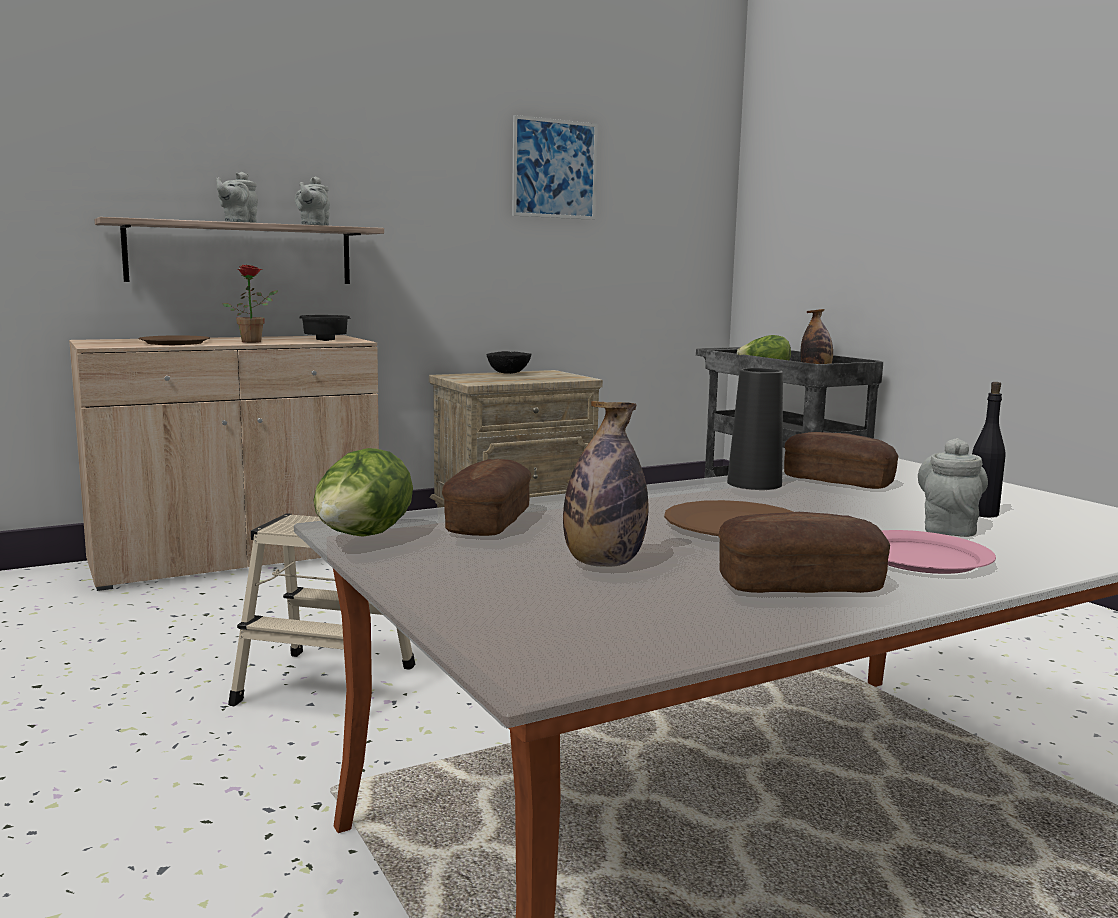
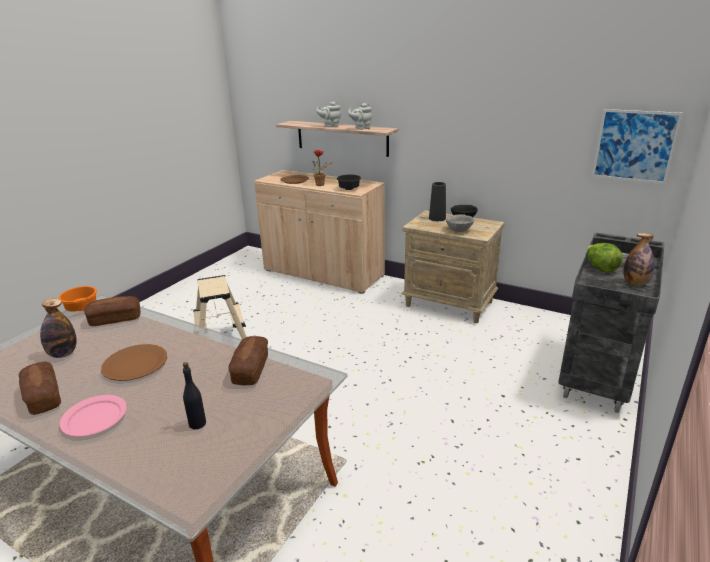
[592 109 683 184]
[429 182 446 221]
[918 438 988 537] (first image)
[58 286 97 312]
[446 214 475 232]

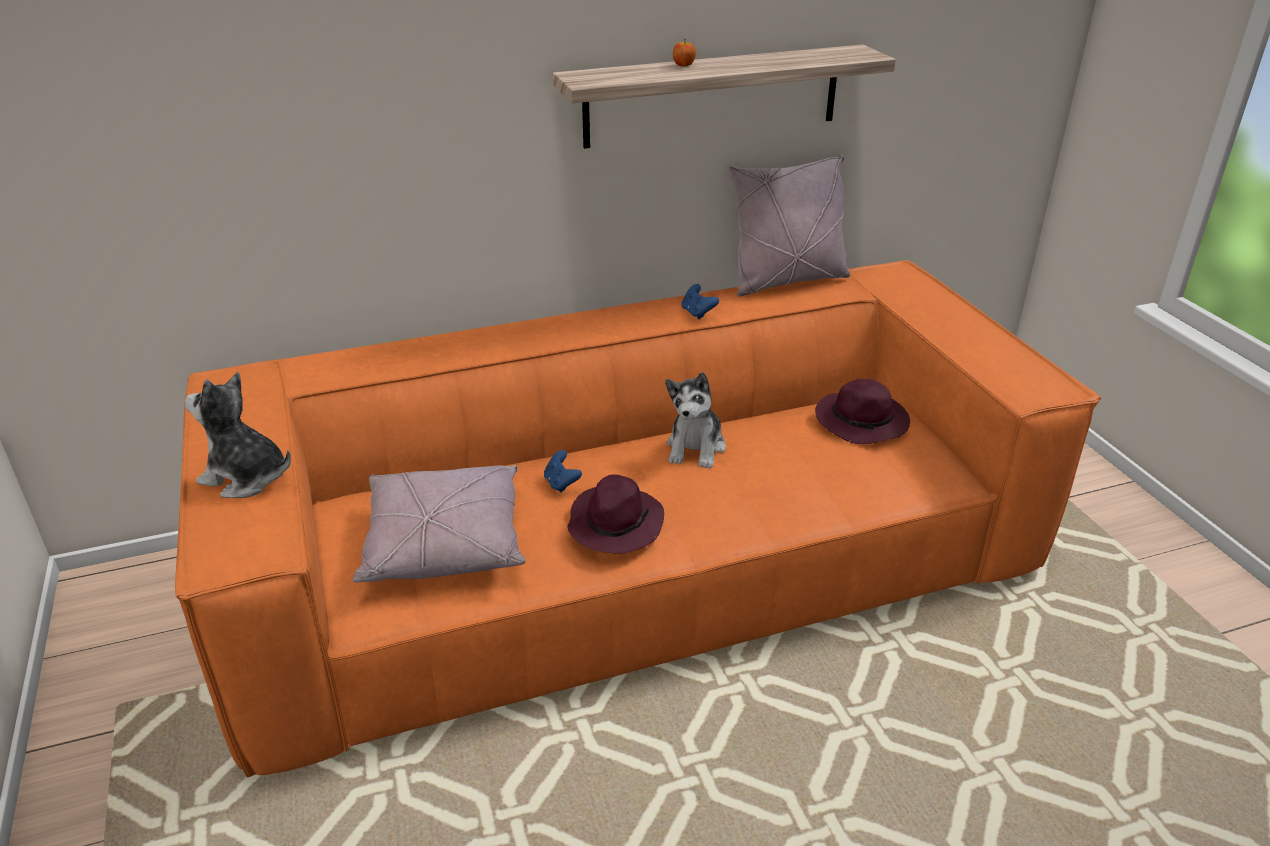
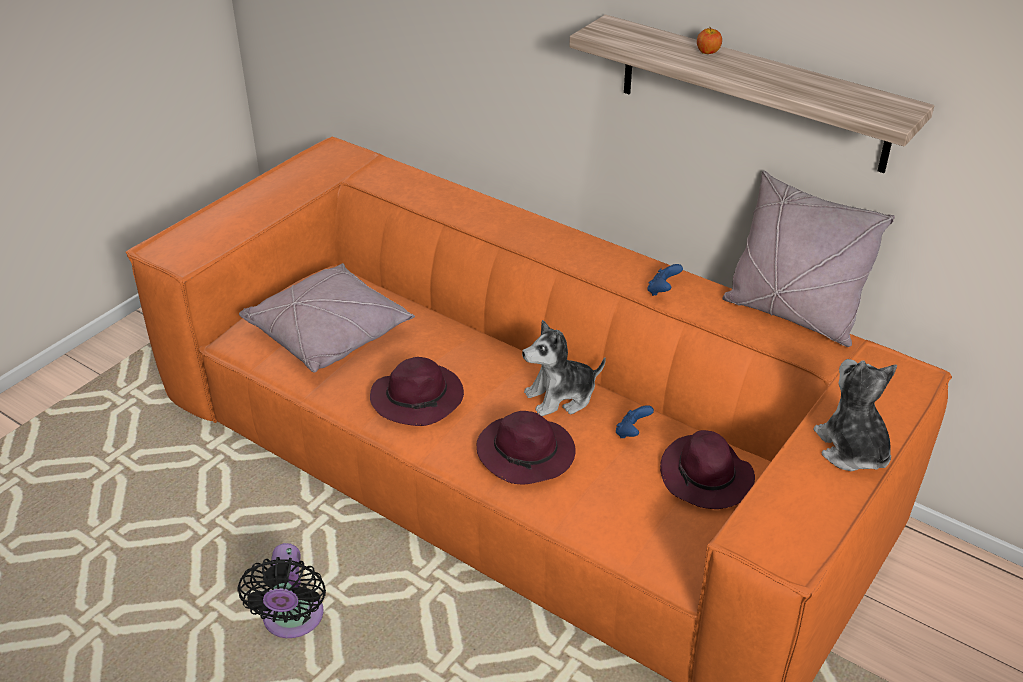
[814 359 897 471]
[616 405 654 438]
[477 411 576 485]
[237 543 326 638]

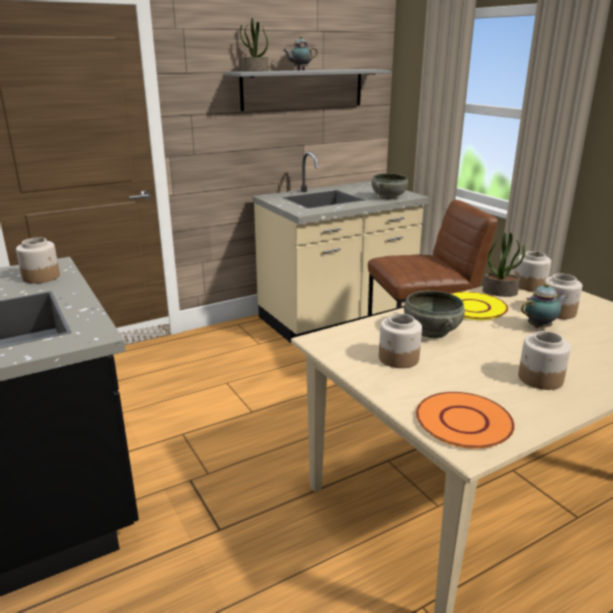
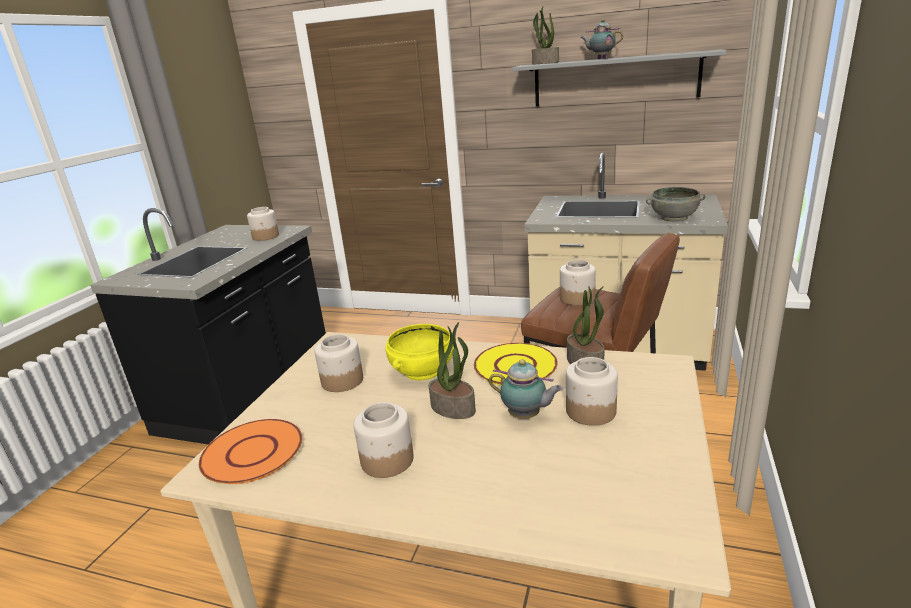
[560 260 596 306]
[385 324 454 380]
[429 322 476 419]

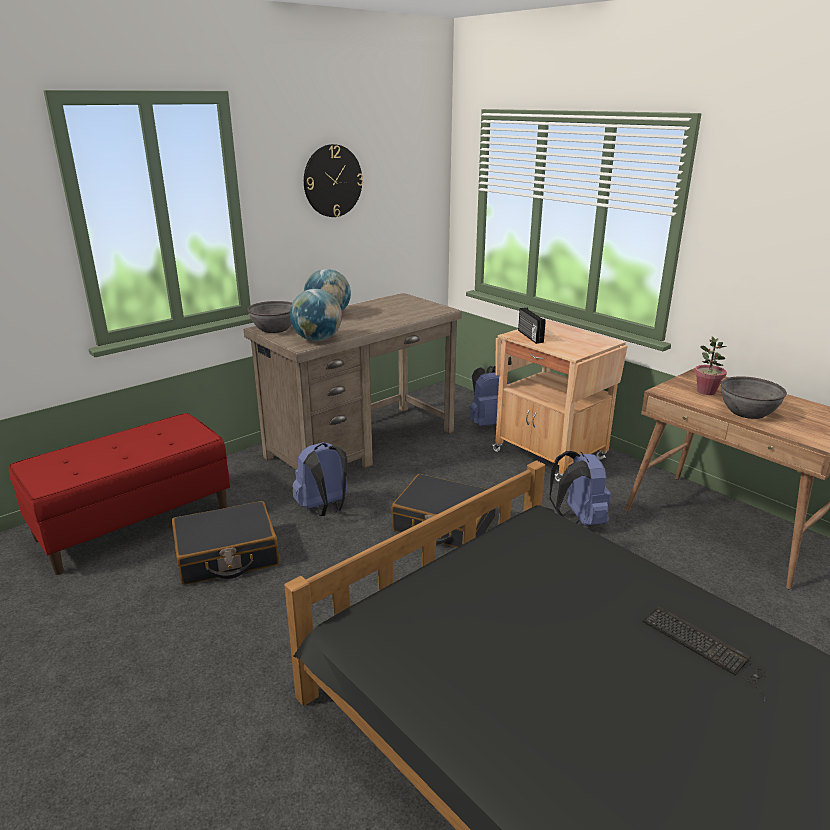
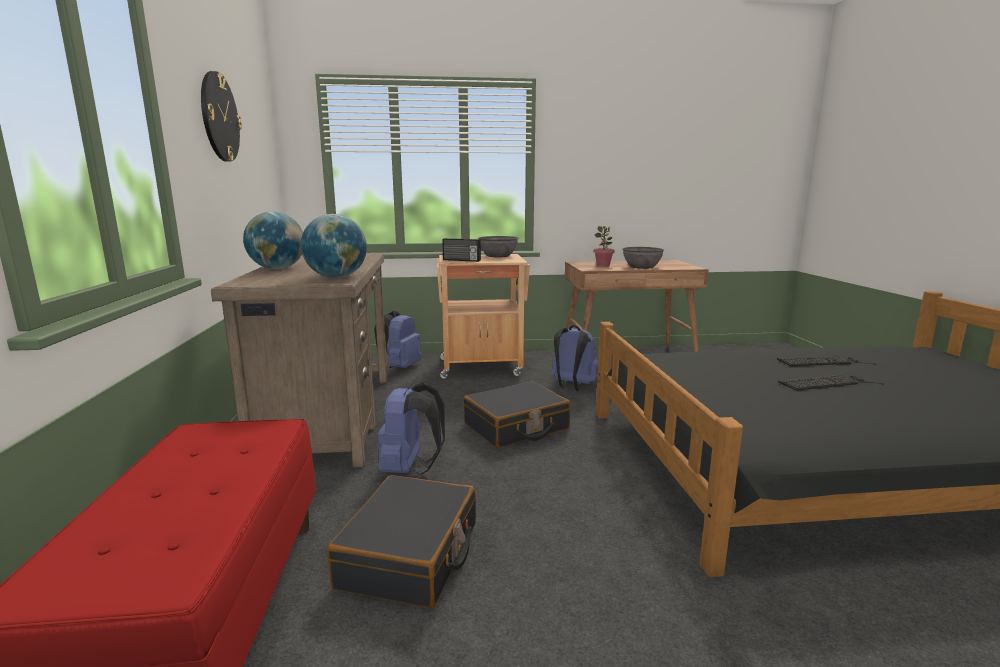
[478 236 518 257]
[778 374 884 391]

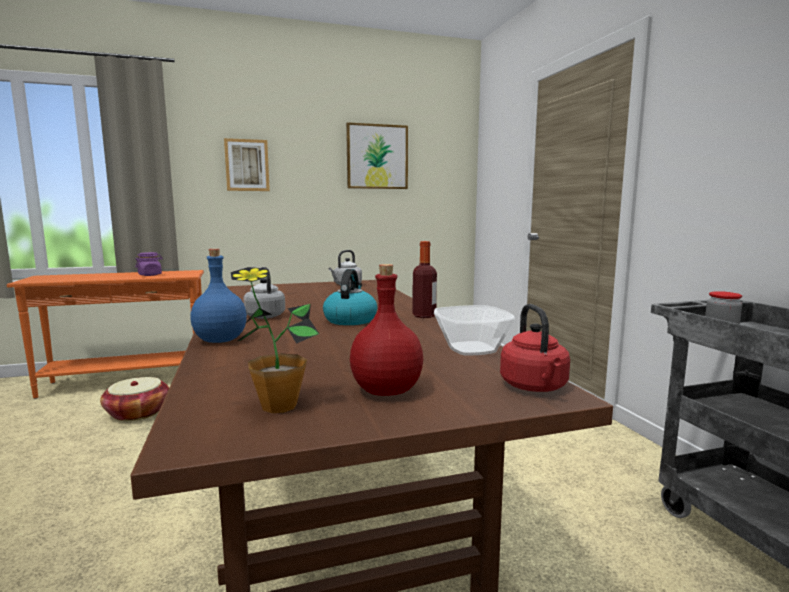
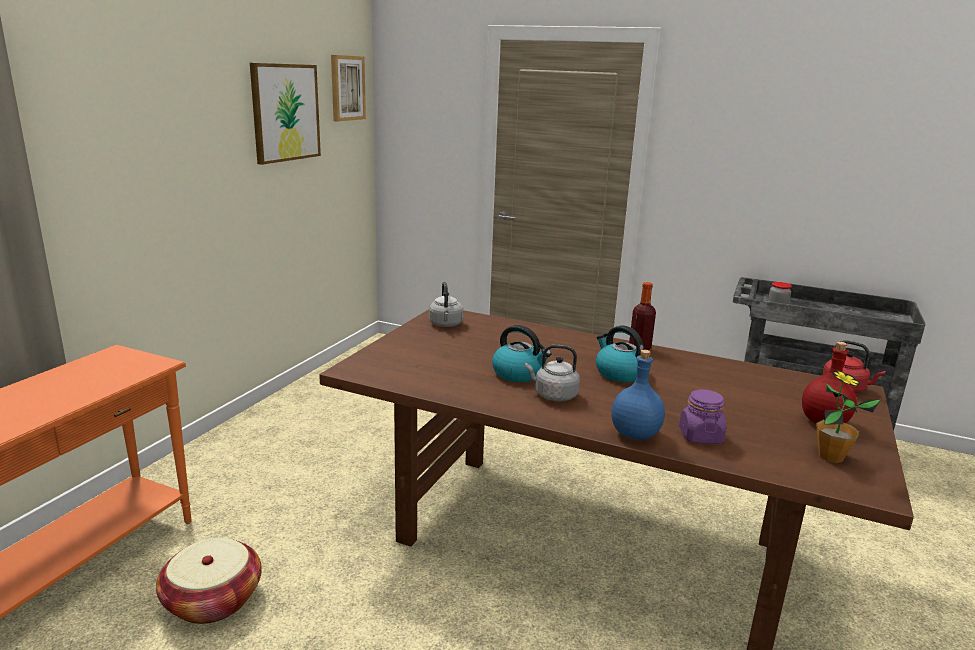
[331 55 366 122]
[679 389 726 444]
[434 305 515 356] (first image)
[492 325 551 382]

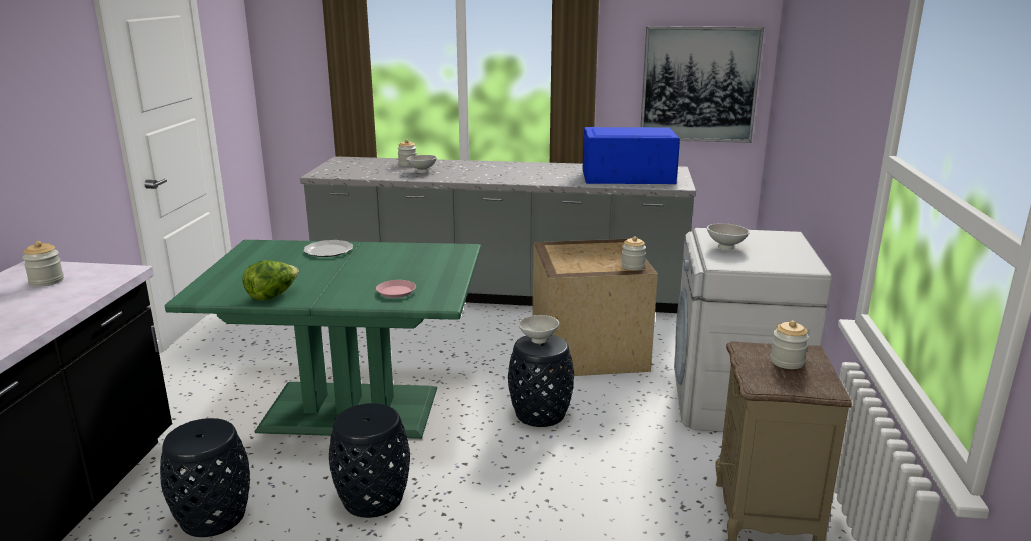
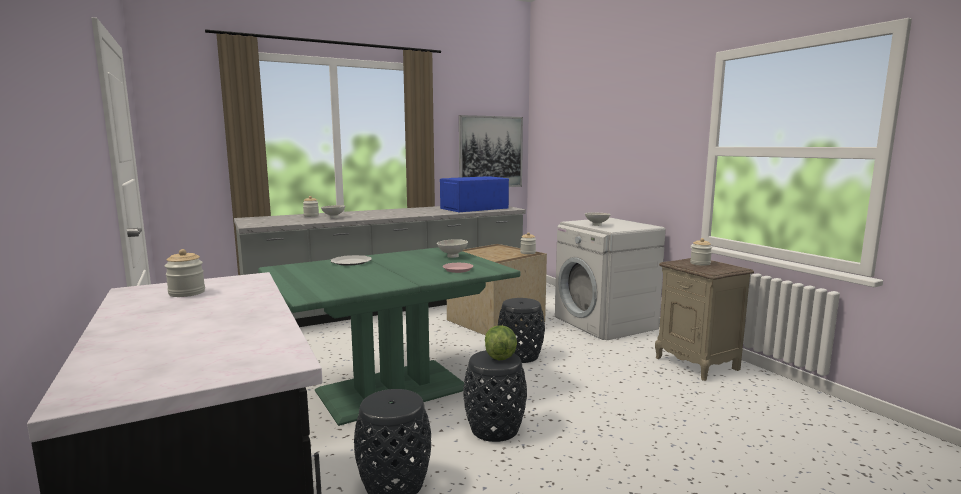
[485 325 517 360]
[437 239 468 258]

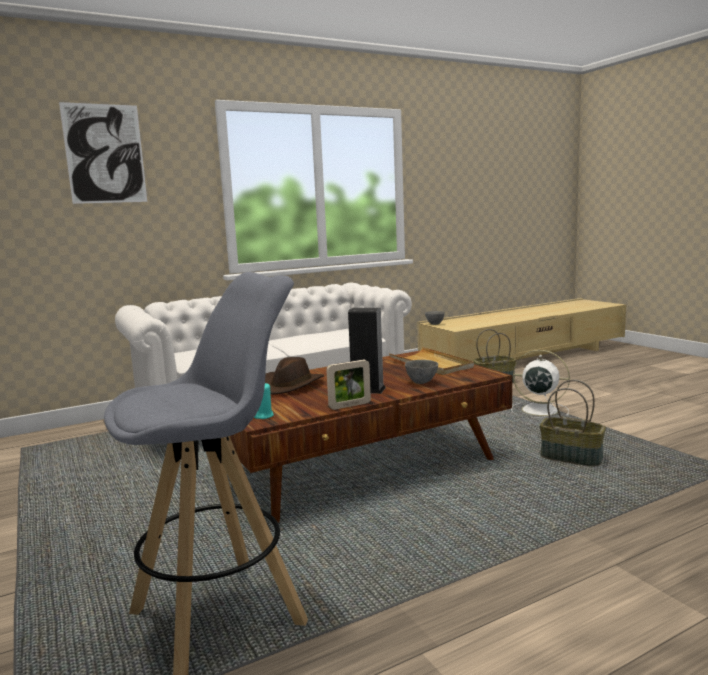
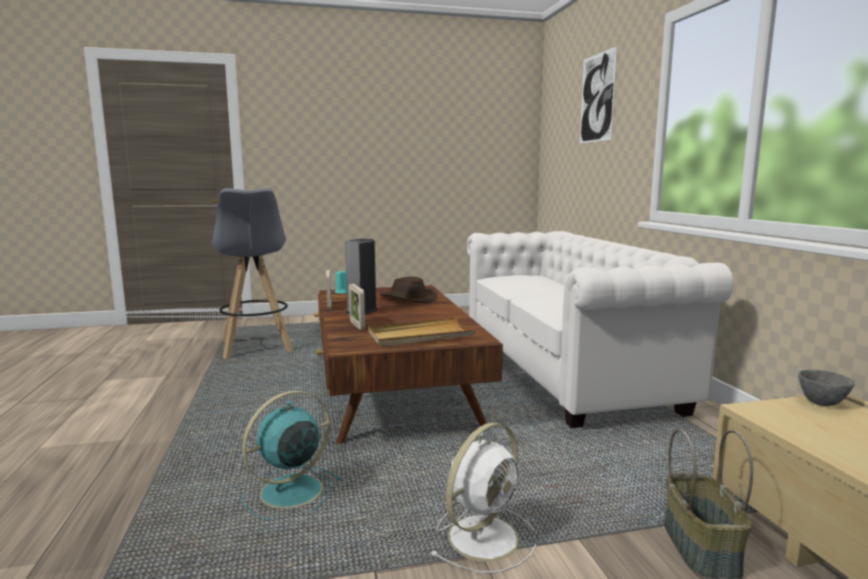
[349 284 365 330]
[242 390 342 520]

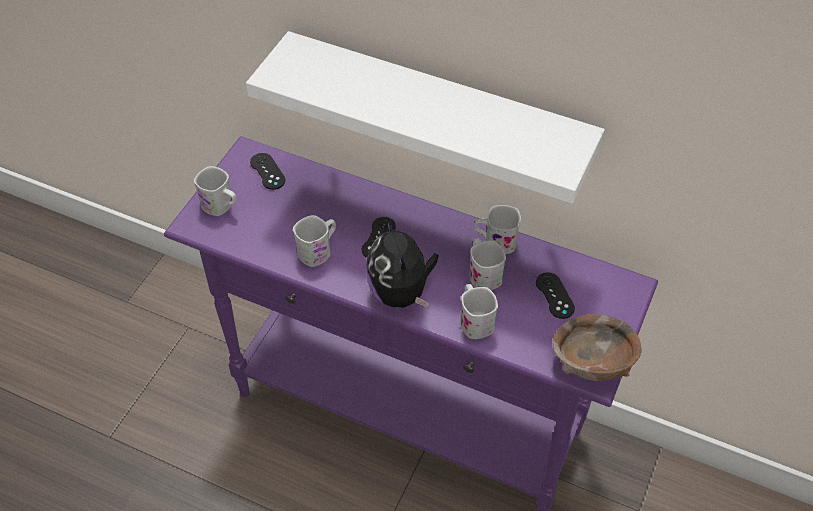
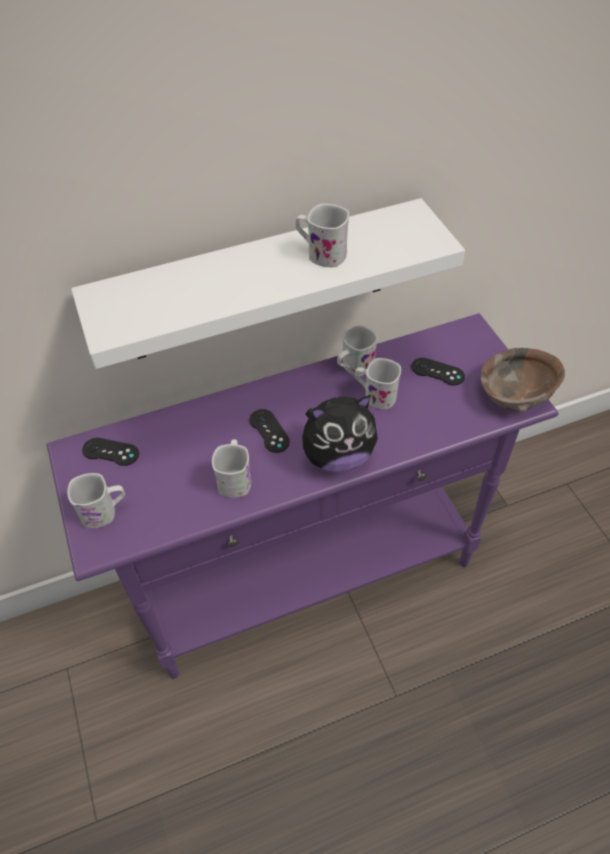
[302 394 378 472]
[296 203 349 267]

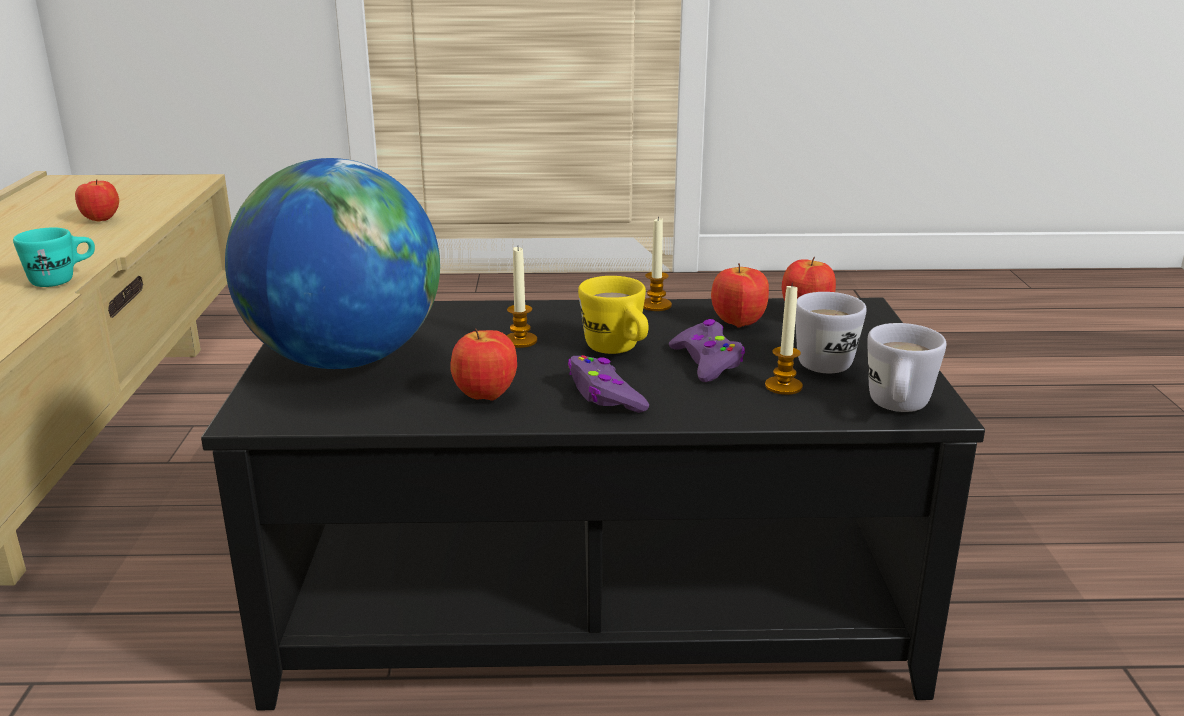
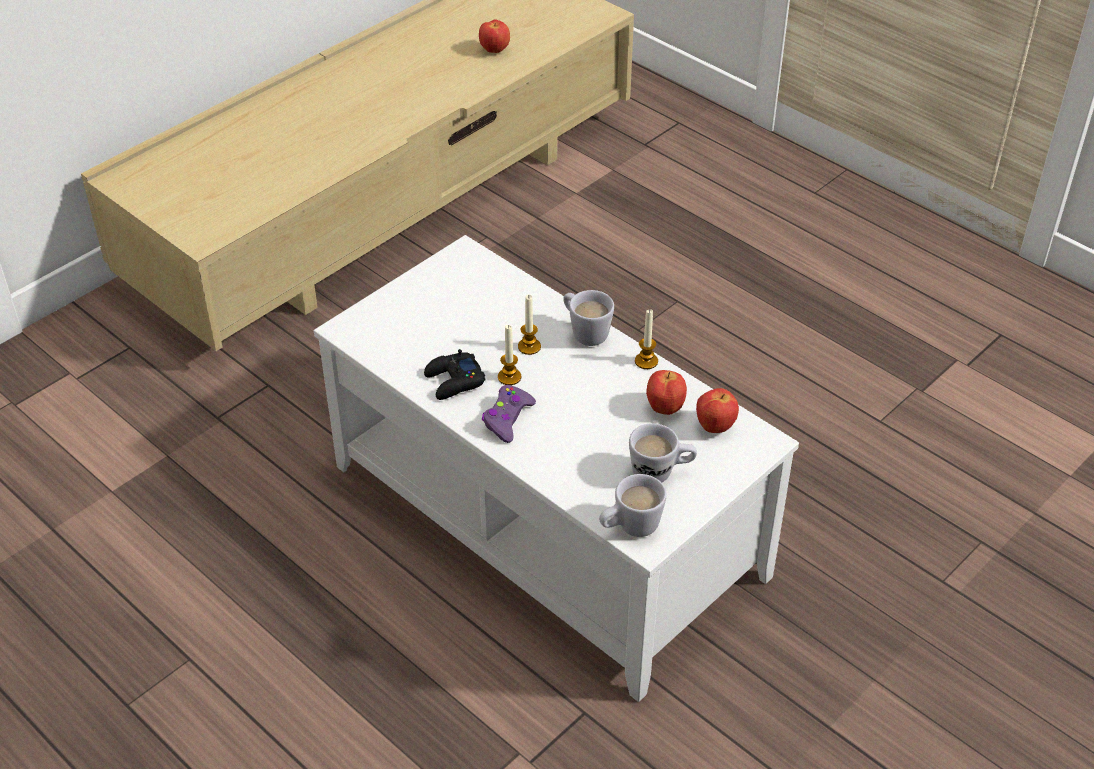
[225 158 440 369] (first image)
[13 227 95 287] (first image)
[578 276 649 354] (first image)
[498 325 521 385]
[314 235 799 702]
[669 319 745 382] (first image)
[424 349 485 400]
[563 290 614 346]

